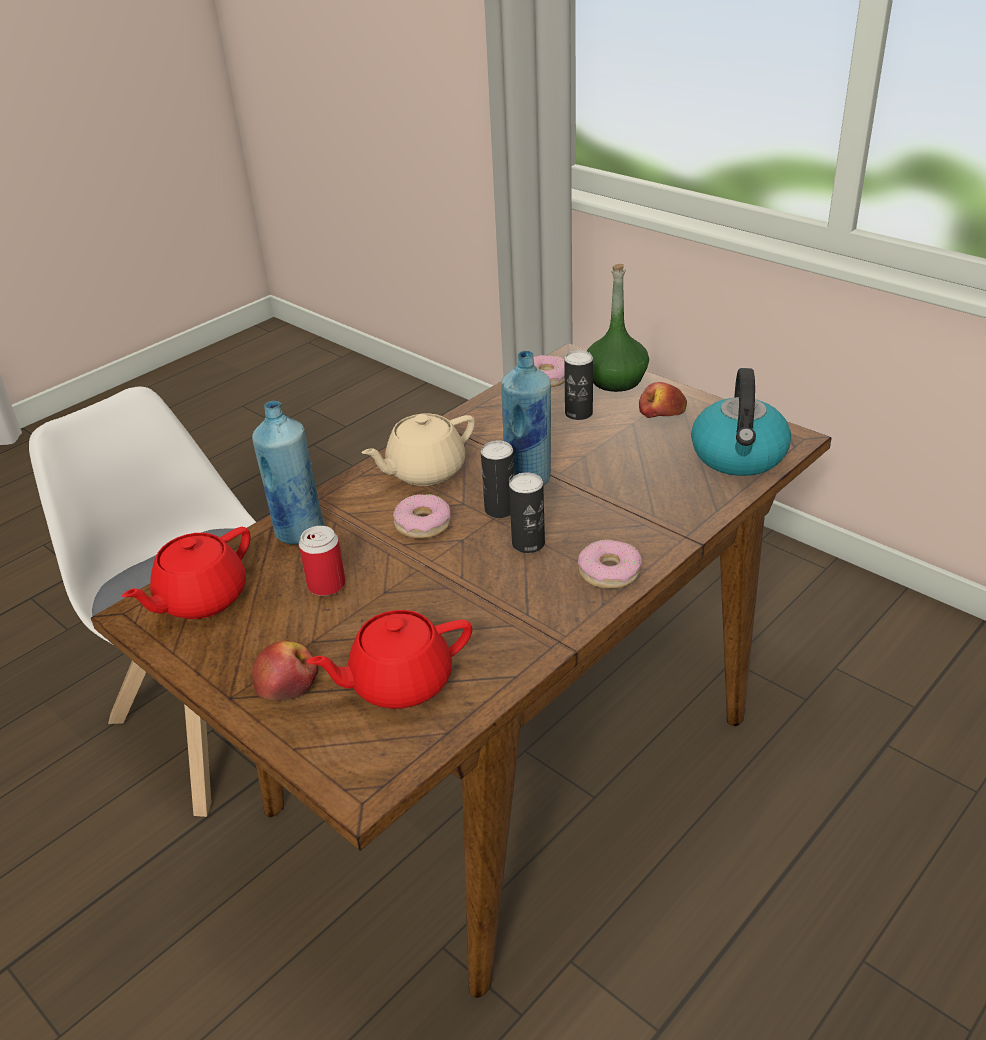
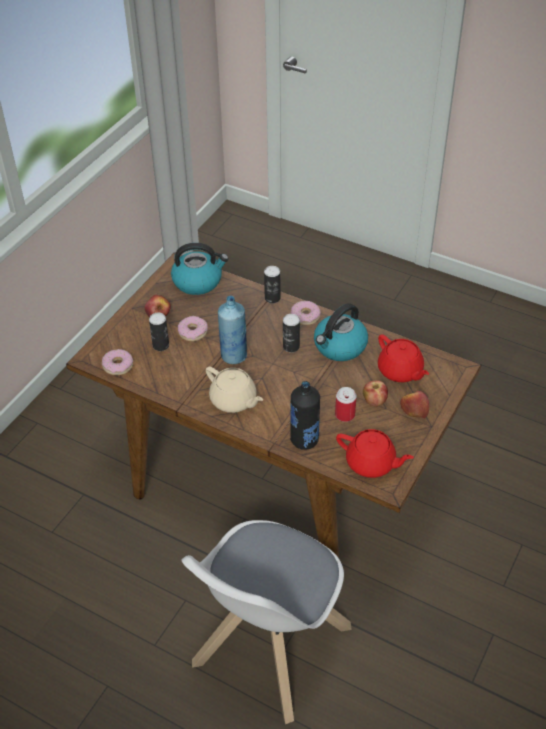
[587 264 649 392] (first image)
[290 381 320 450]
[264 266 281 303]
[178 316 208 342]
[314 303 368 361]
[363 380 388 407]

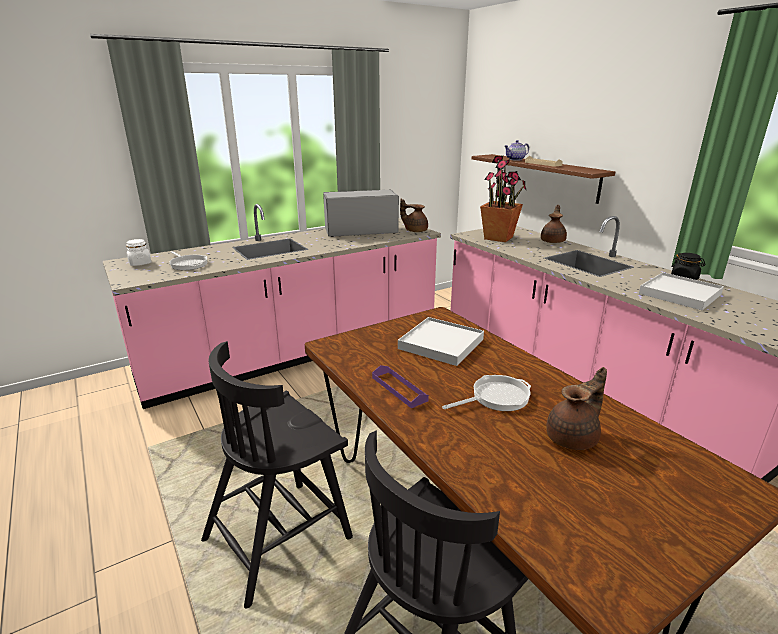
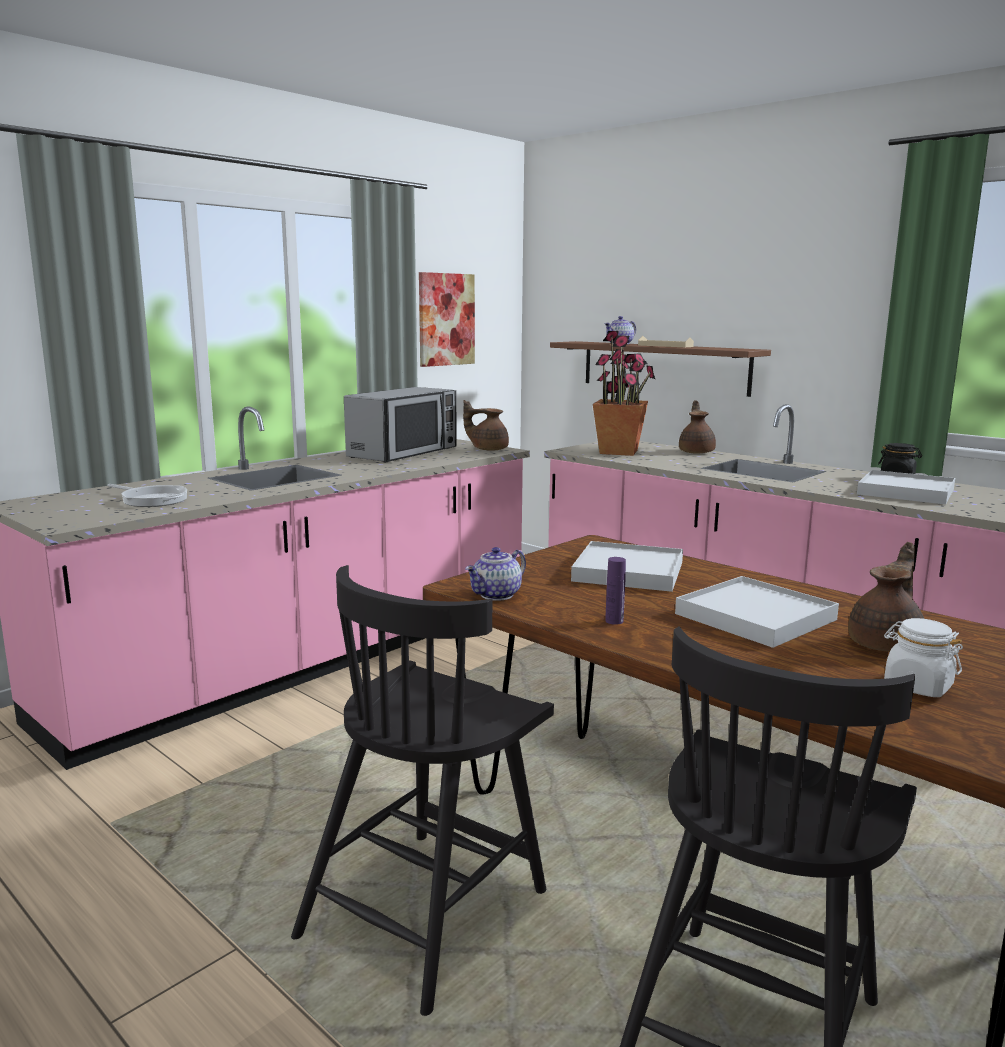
[344 387 457 462]
[884 618 963 697]
[605 557 626 625]
[675 576 839 648]
[419 272 475 367]
[465 547 526 601]

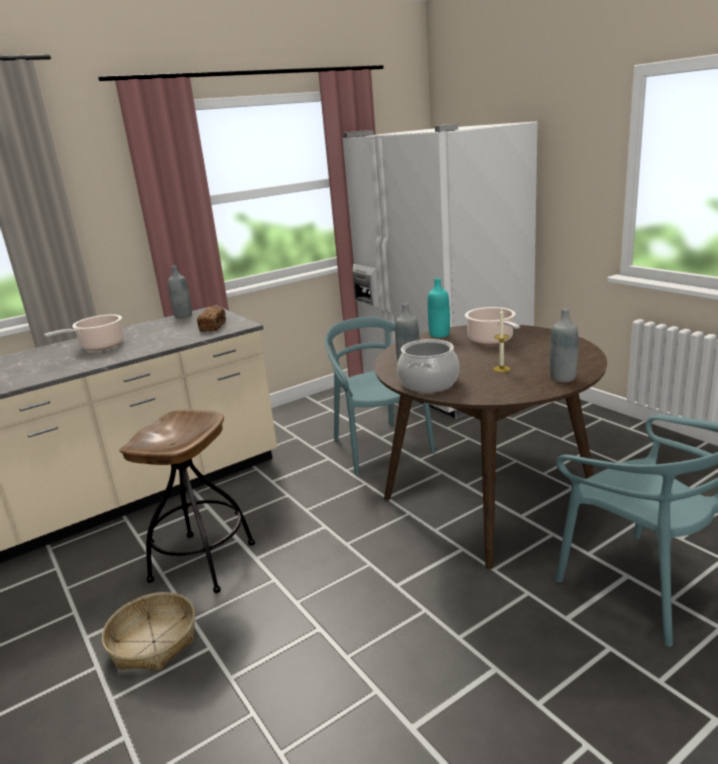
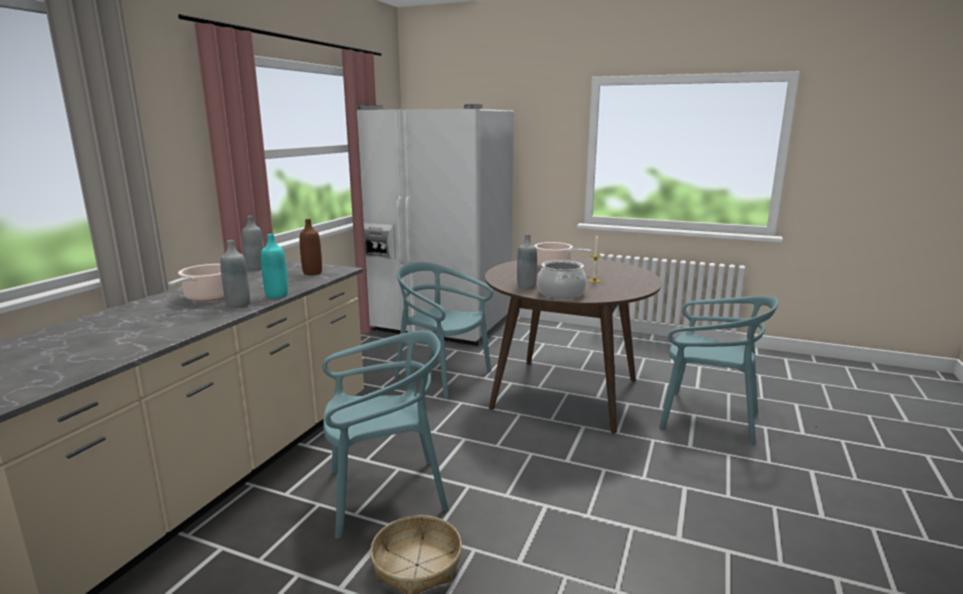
[261 234 288 298]
[300 219 322 275]
[220 240 250 308]
[322 331 449 539]

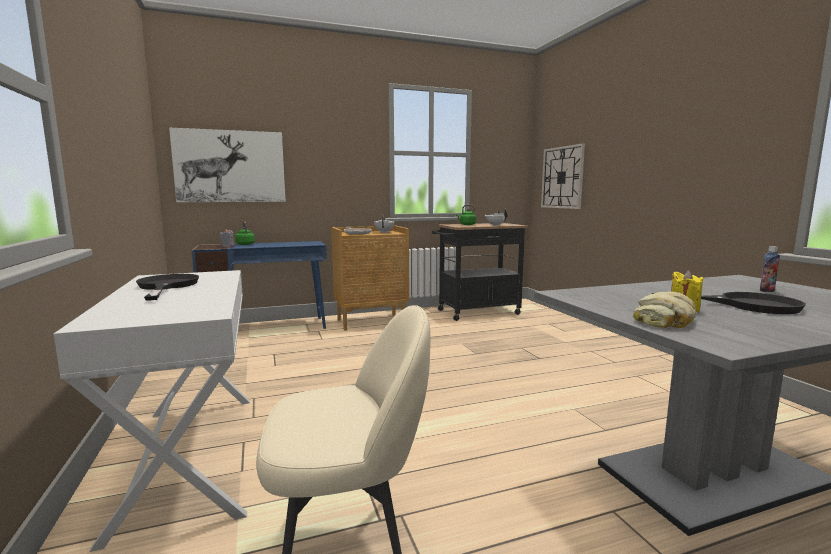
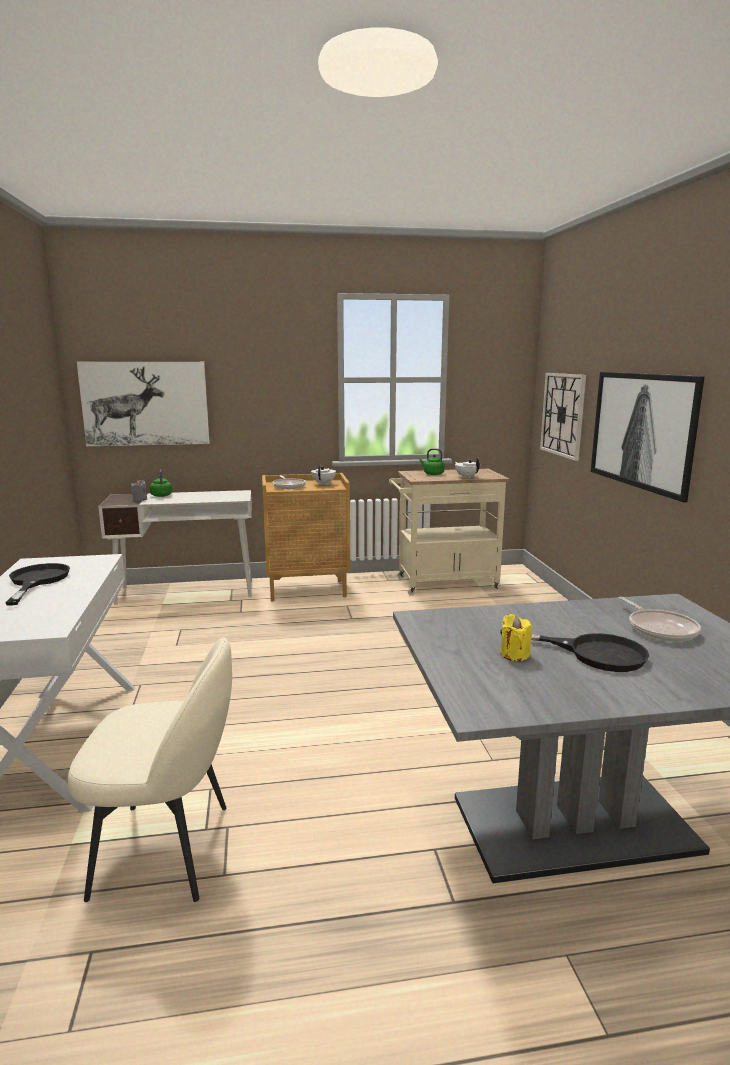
[389 468 509 595]
[98 490 252 605]
[619 597 701 642]
[633 291 697 328] (first image)
[590 372 705 502]

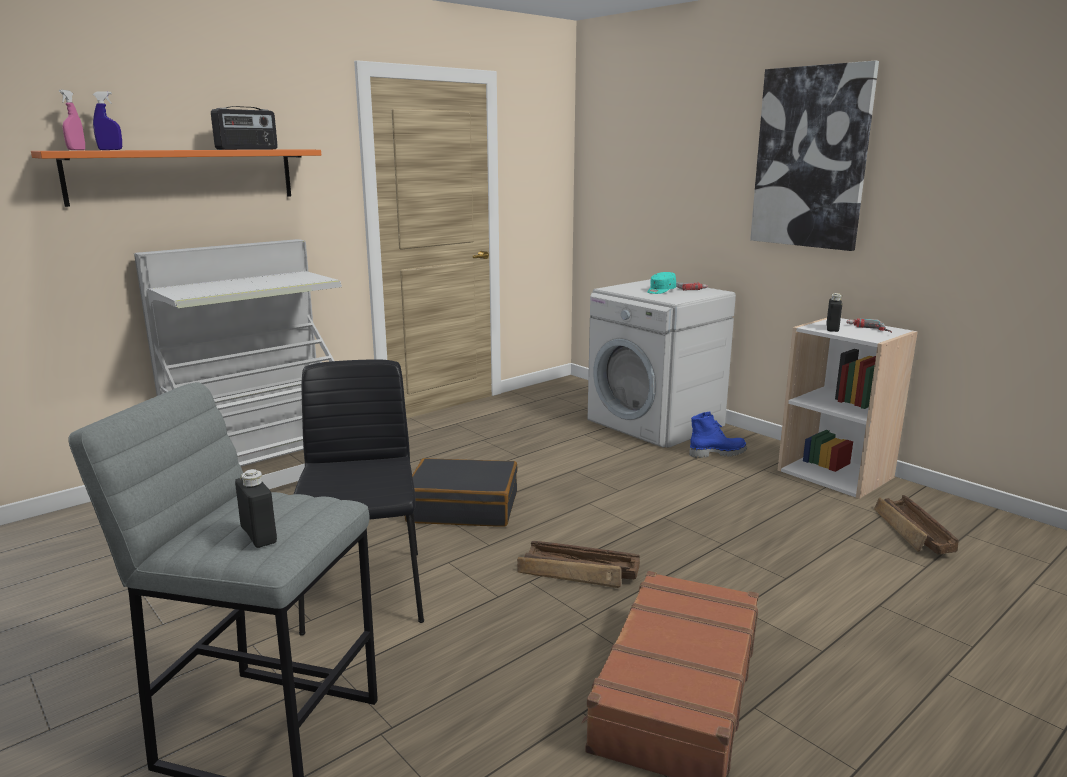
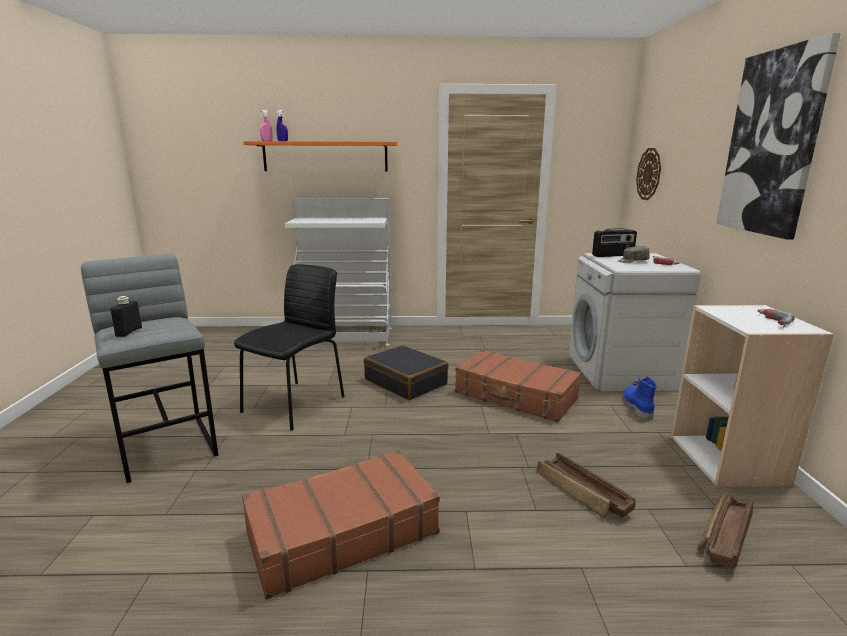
[592 228 637 257]
[618 246 649 263]
[826 293 842 332] (first image)
[623 376 657 420]
[536 453 636 518]
[636 148 661 200]
[455 349 581 422]

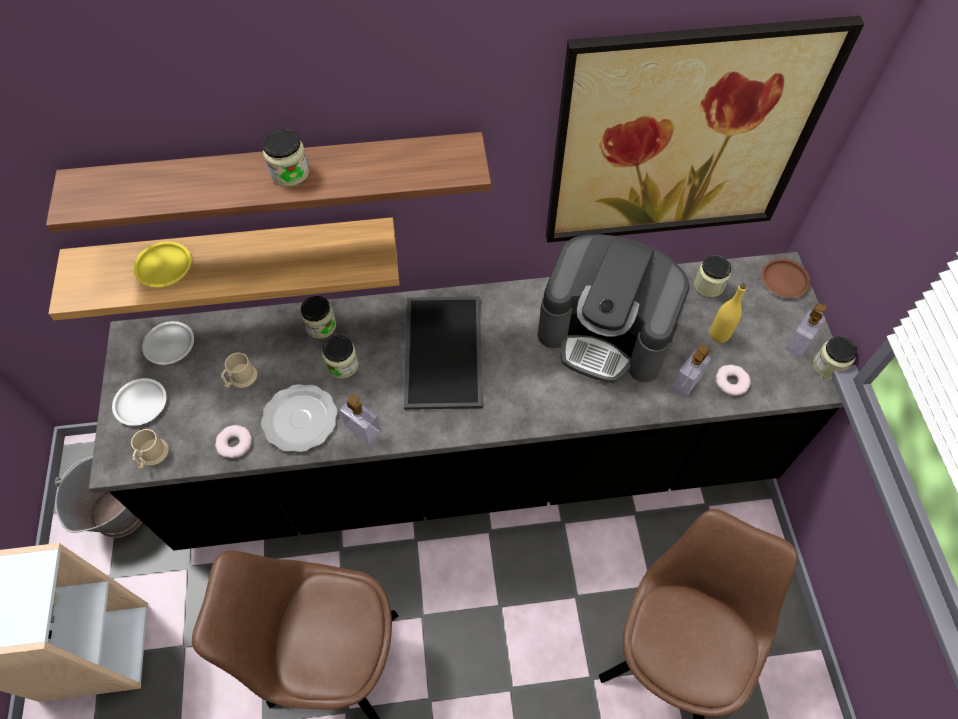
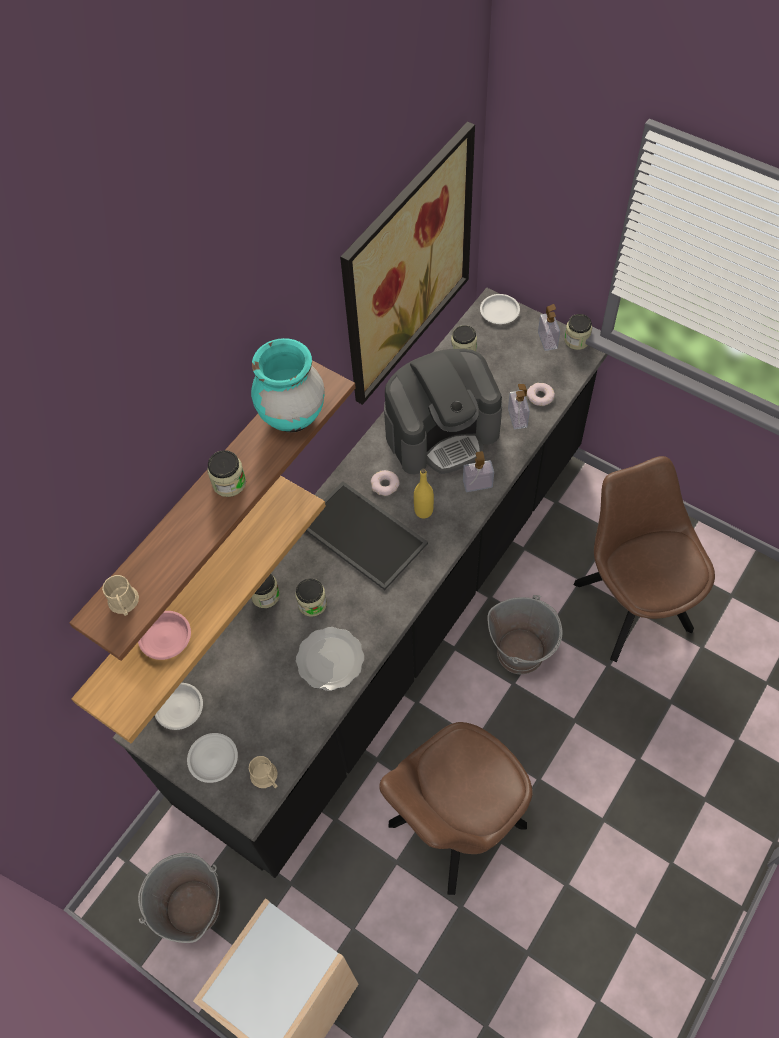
[138 611 191 660]
[480 294 520 324]
[414 468 434 518]
[102 575 139 616]
[463 451 494 492]
[371 470 399 496]
[251 338 325 433]
[487 595 562 675]

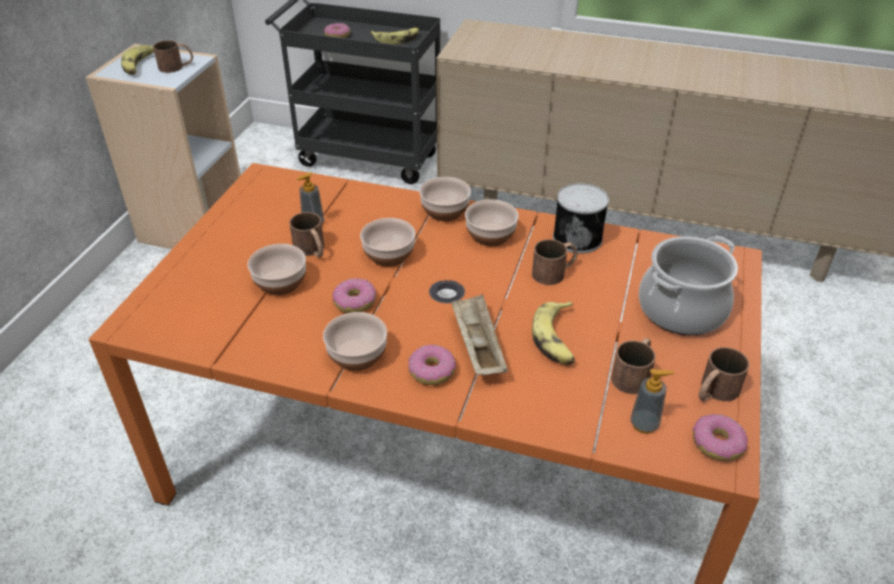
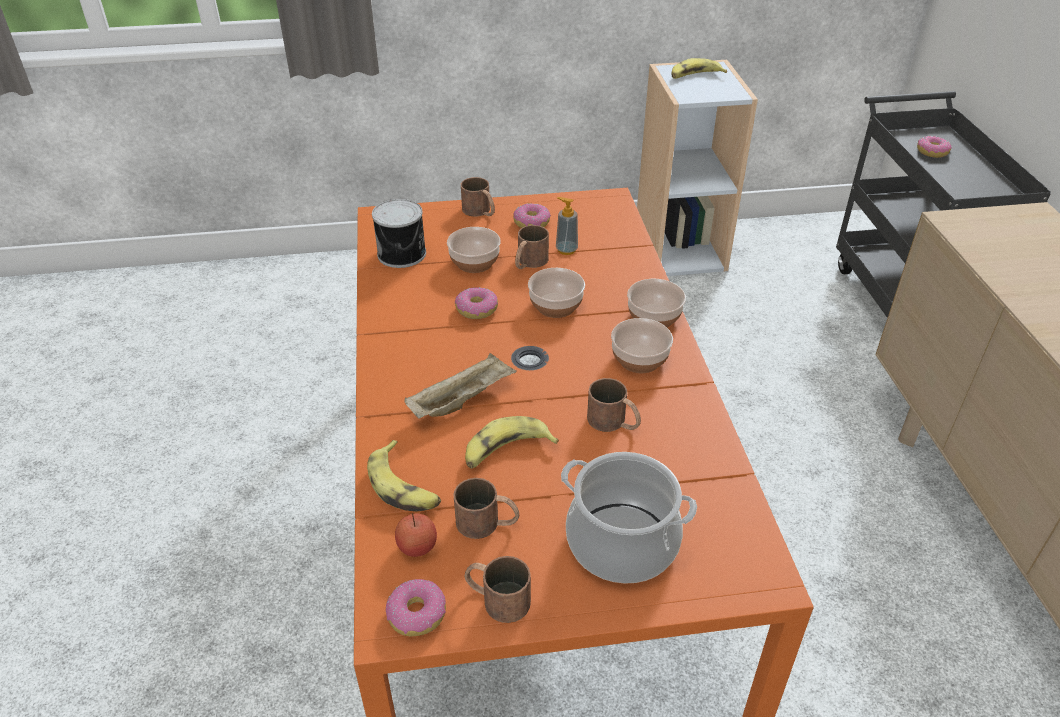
[367 440 441 512]
[461 177 495 217]
[372 199 426 268]
[323 312 387 371] (first image)
[513 203 551 228]
[395 513 437 557]

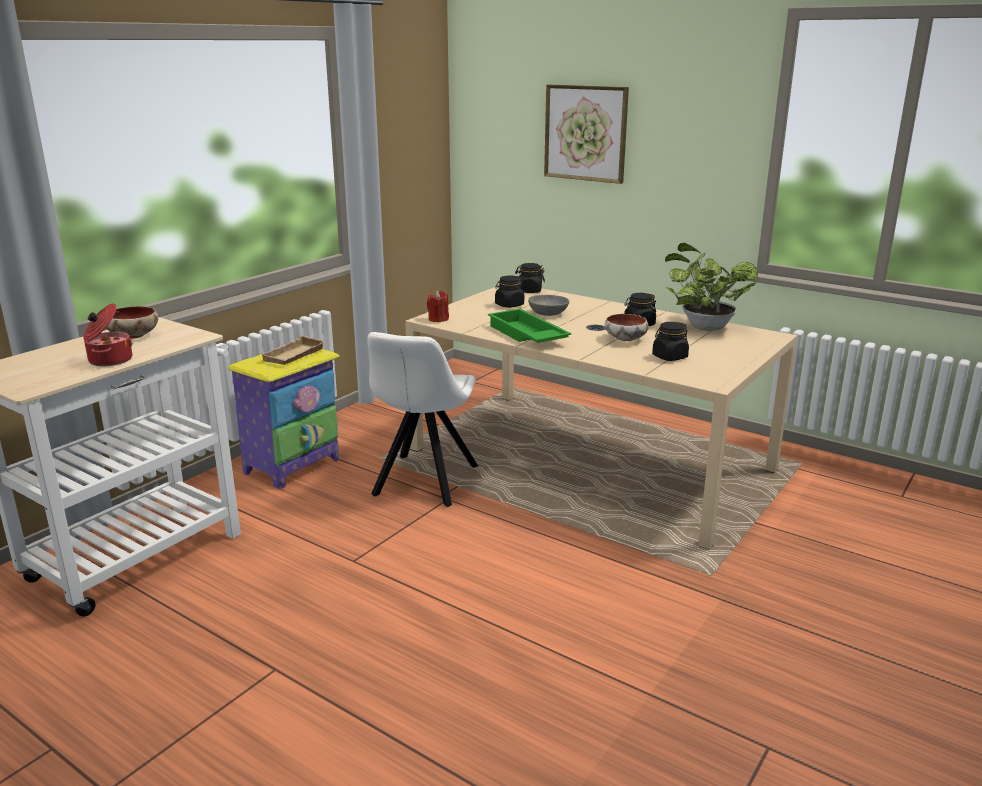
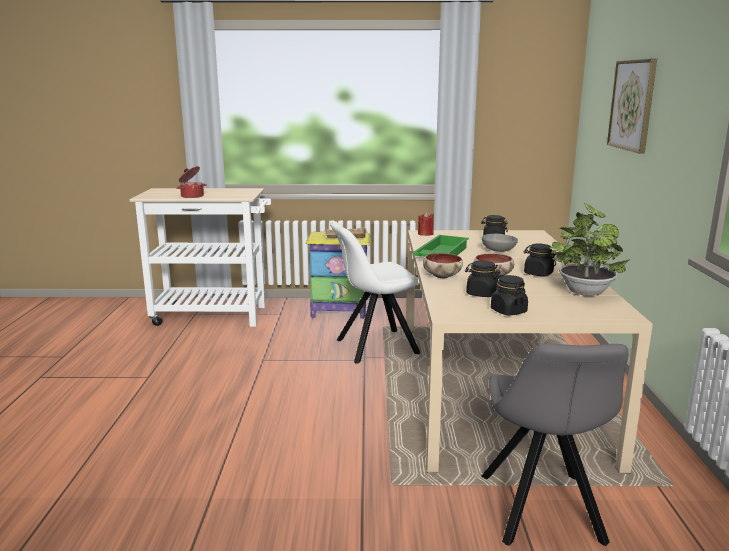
[491 275 528 316]
[423 253 463 278]
[481 344 628 546]

